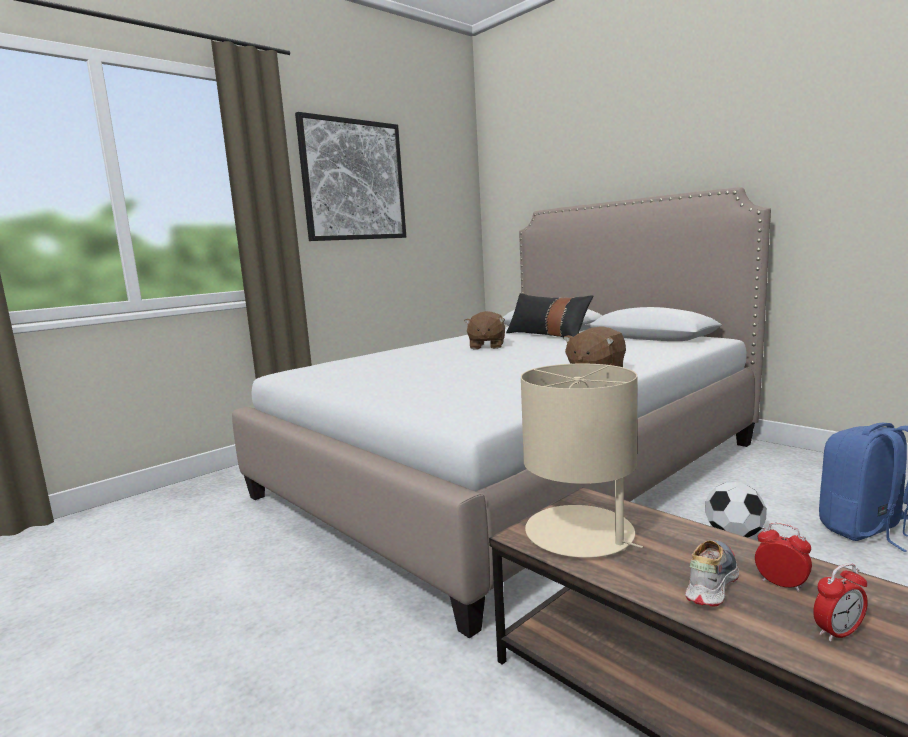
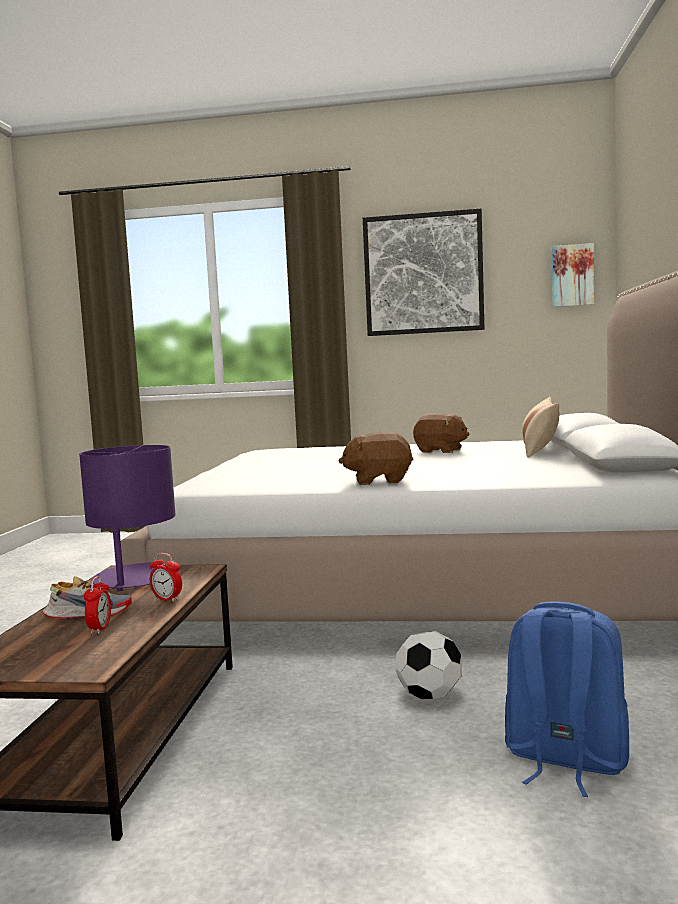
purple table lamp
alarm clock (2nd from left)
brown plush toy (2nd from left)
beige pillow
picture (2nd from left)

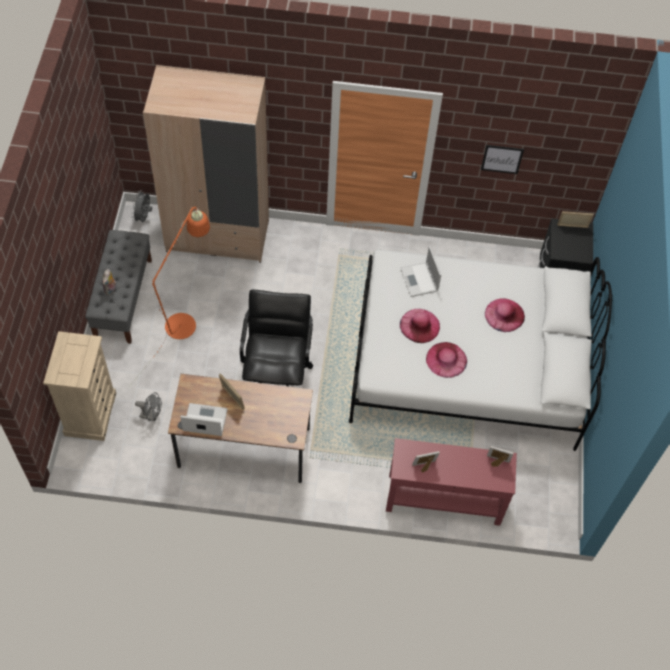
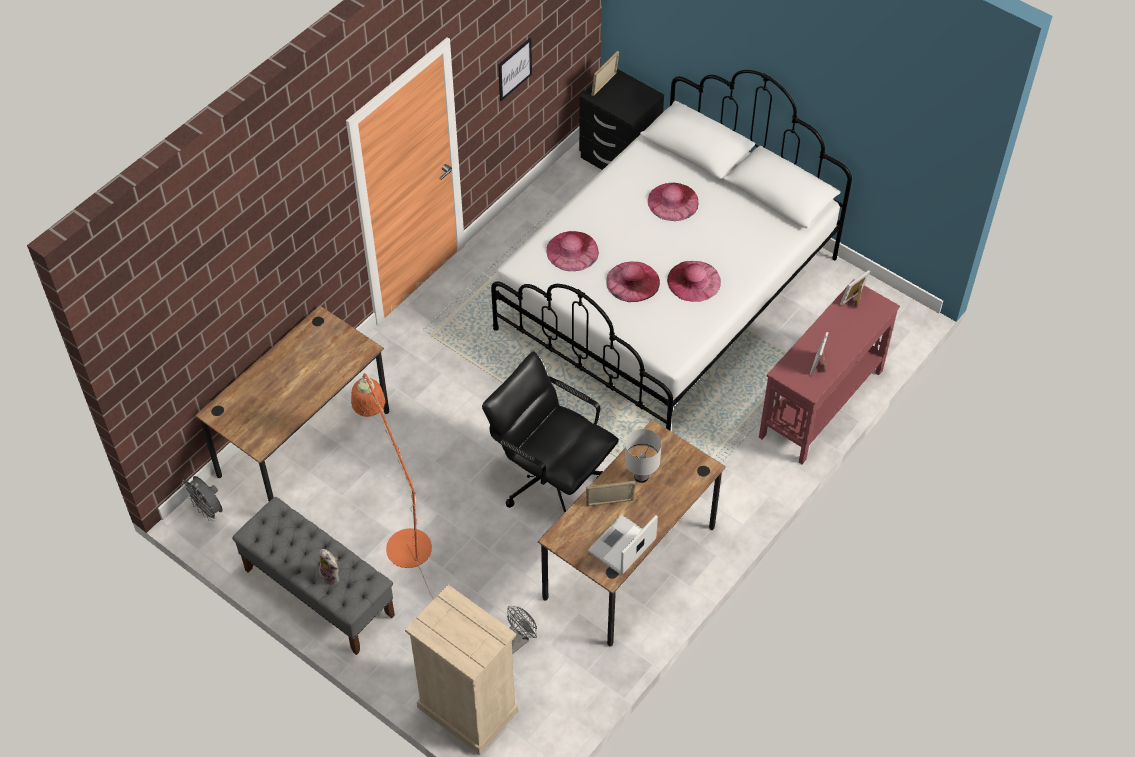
brown desk (1st from left)
pink hat (1st from left)
white table lamp

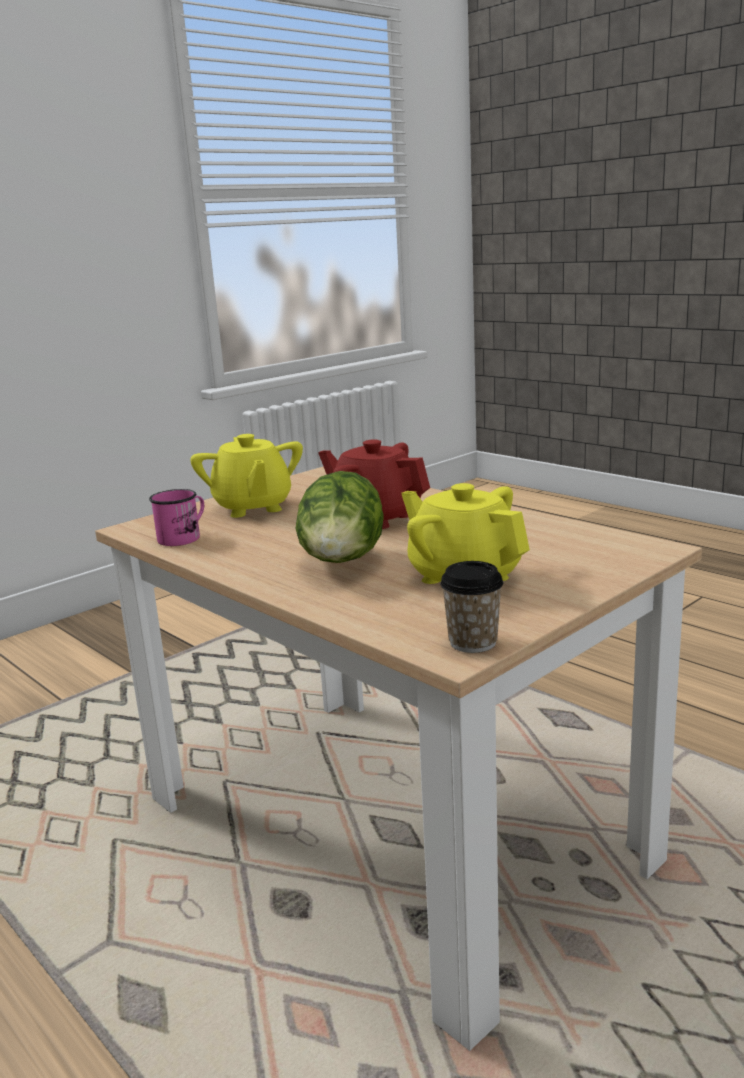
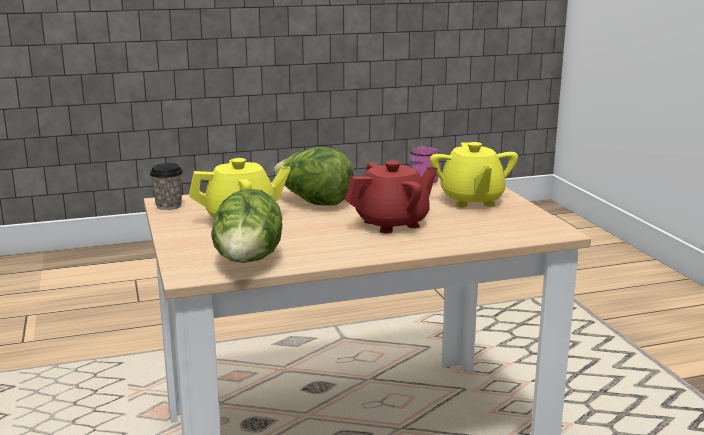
lettuce (1st from left)
yellow teapot (2nd from left)

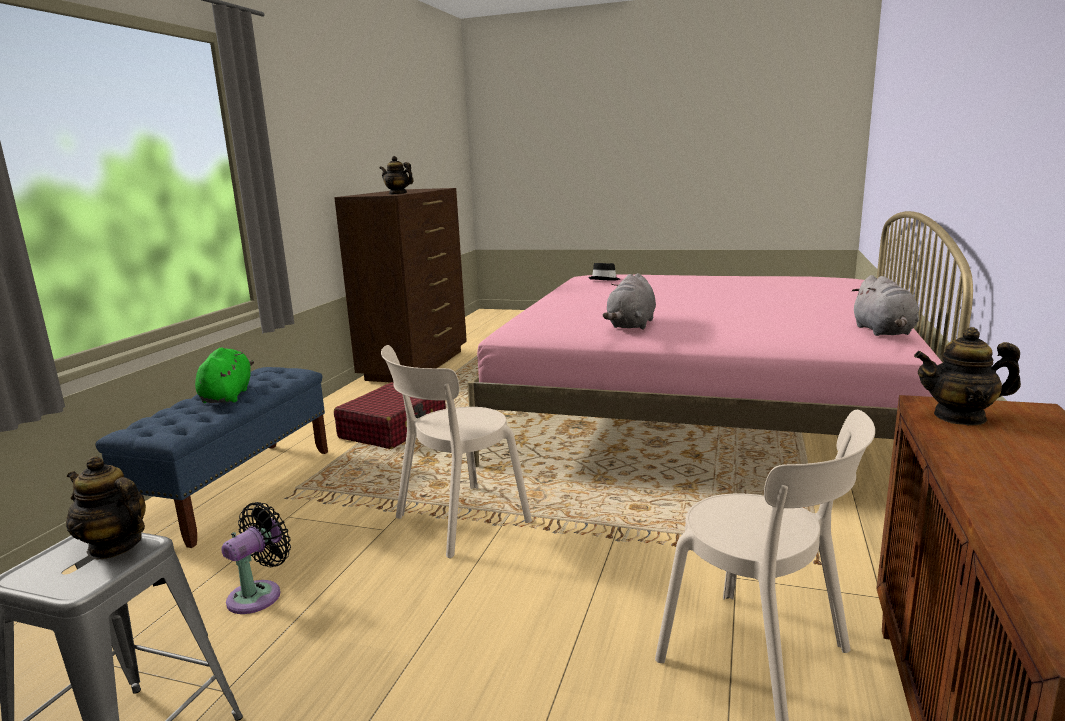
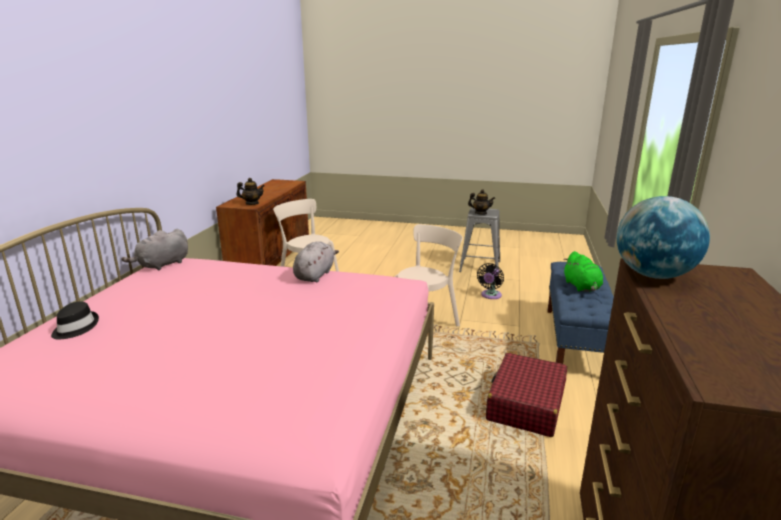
black hat
grey plush toy (1st from left)
globe

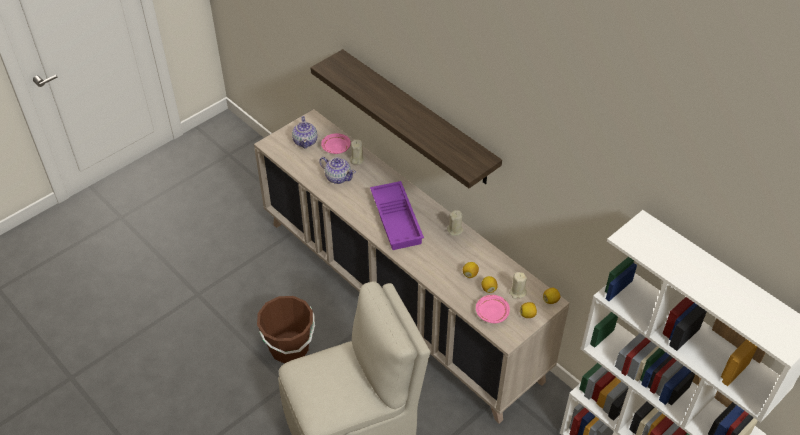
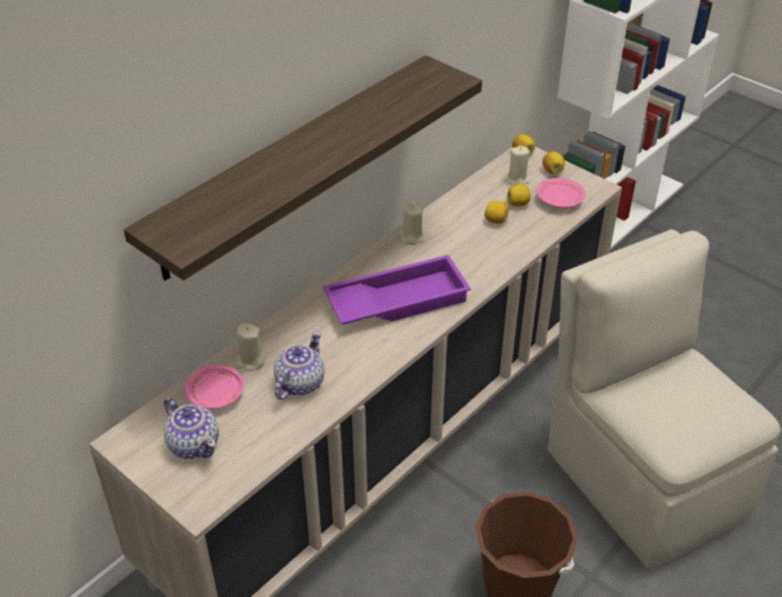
teapot (1st from left)

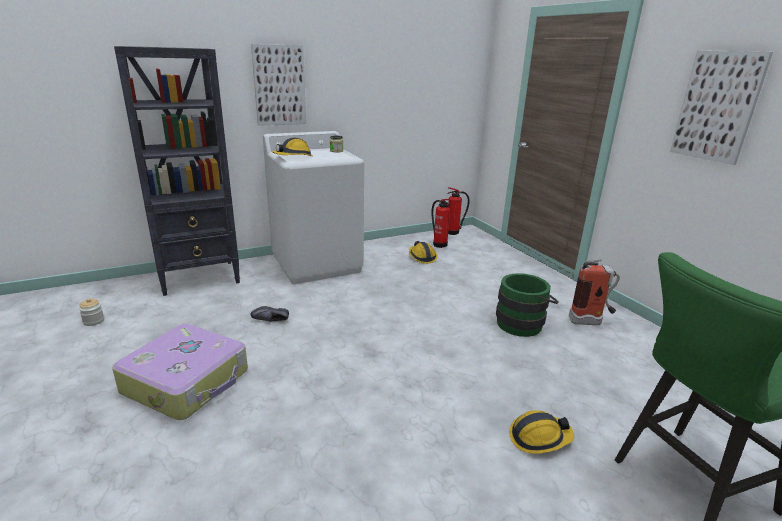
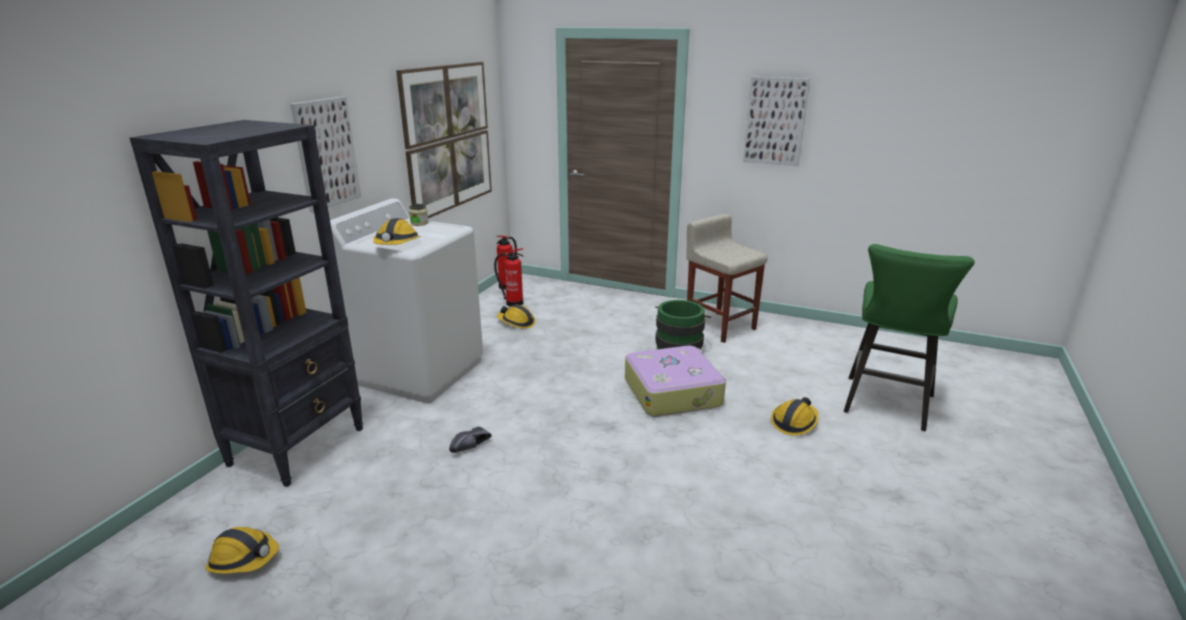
hard hat (1st from left)
picture (2nd from left)
suitcase
beige stool

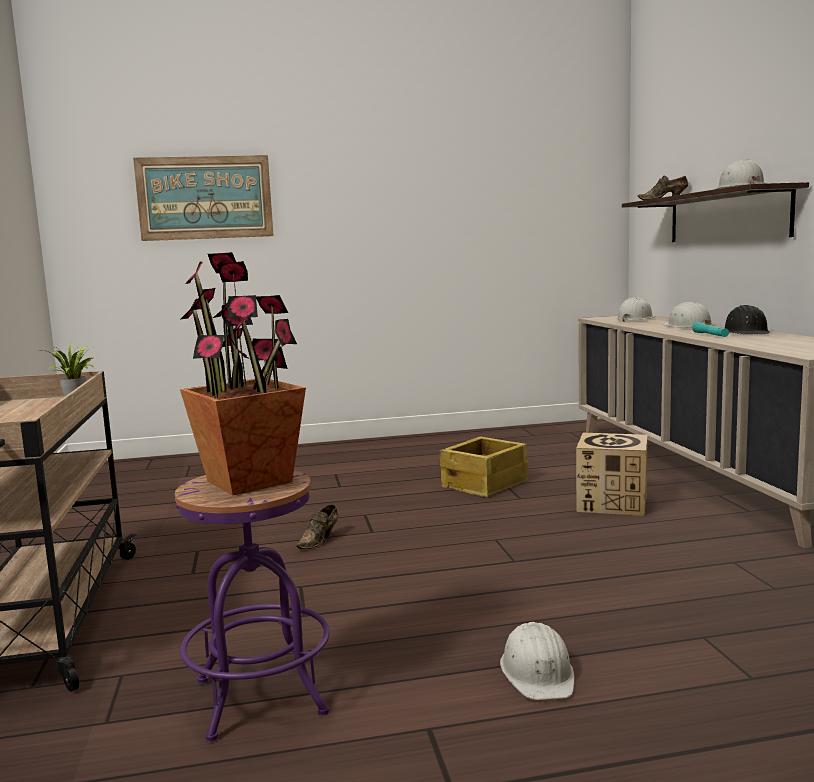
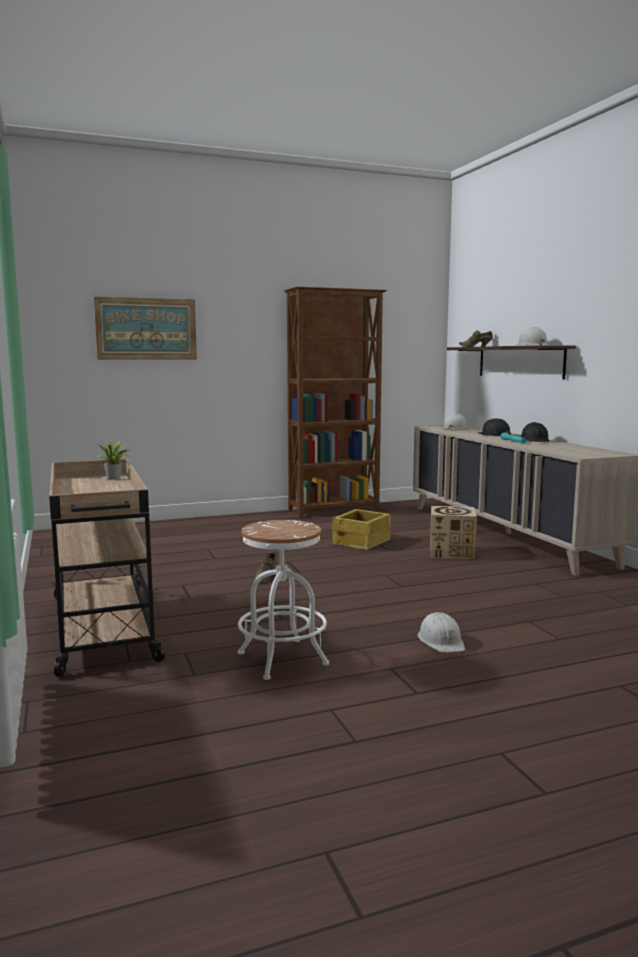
white stool
brown bookcase
black hard hat (1st from left)
potted plant (2nd from left in the first image)

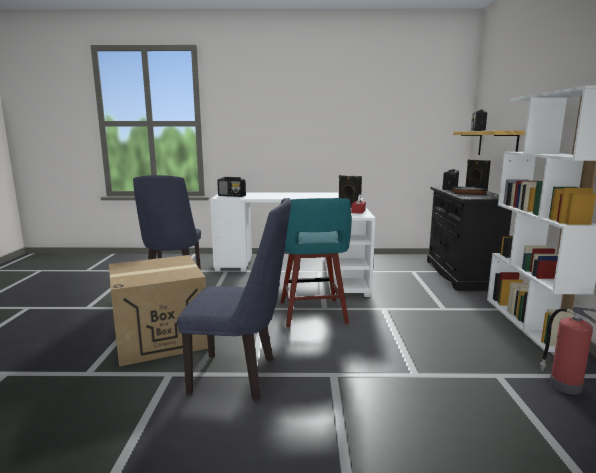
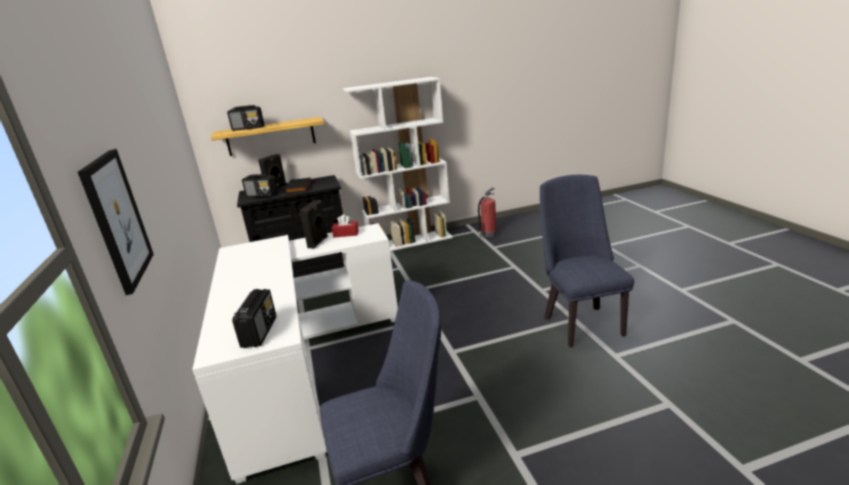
picture
cardboard box
turquoise stool

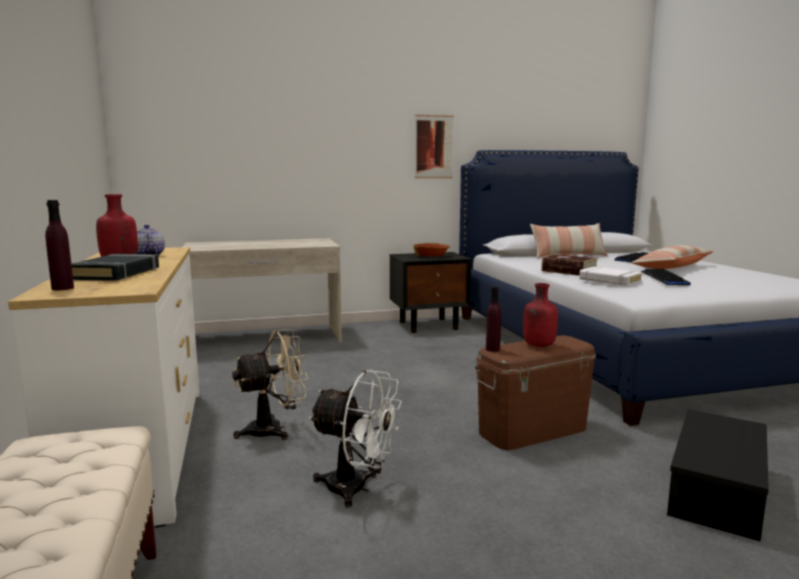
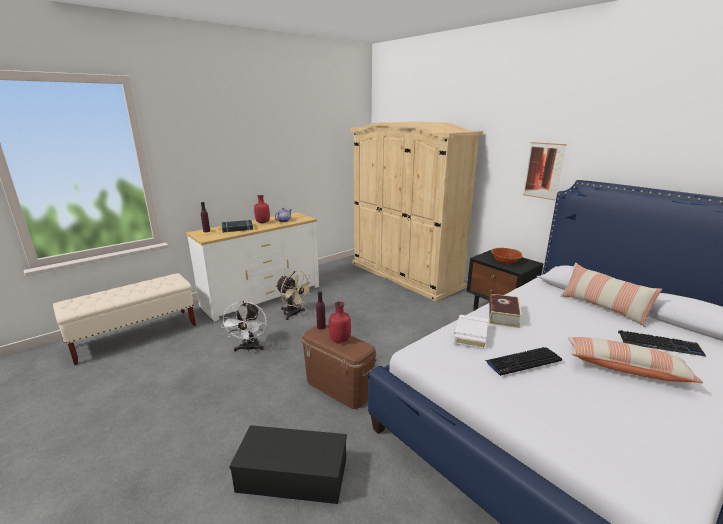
beige wardrobe

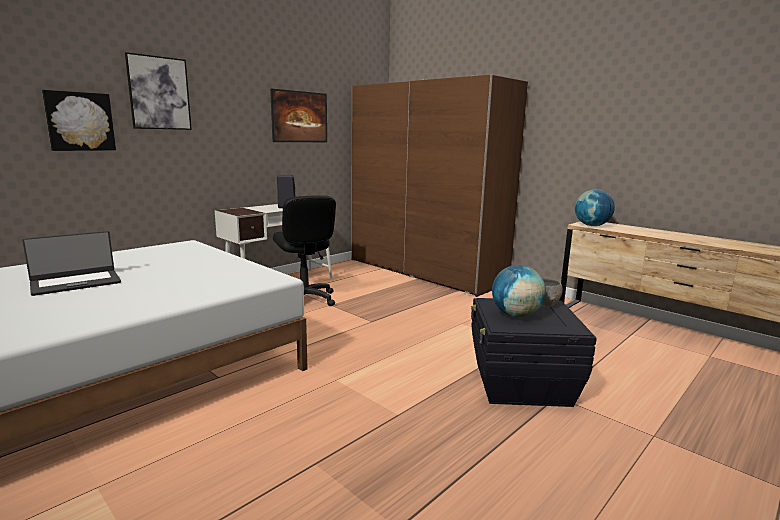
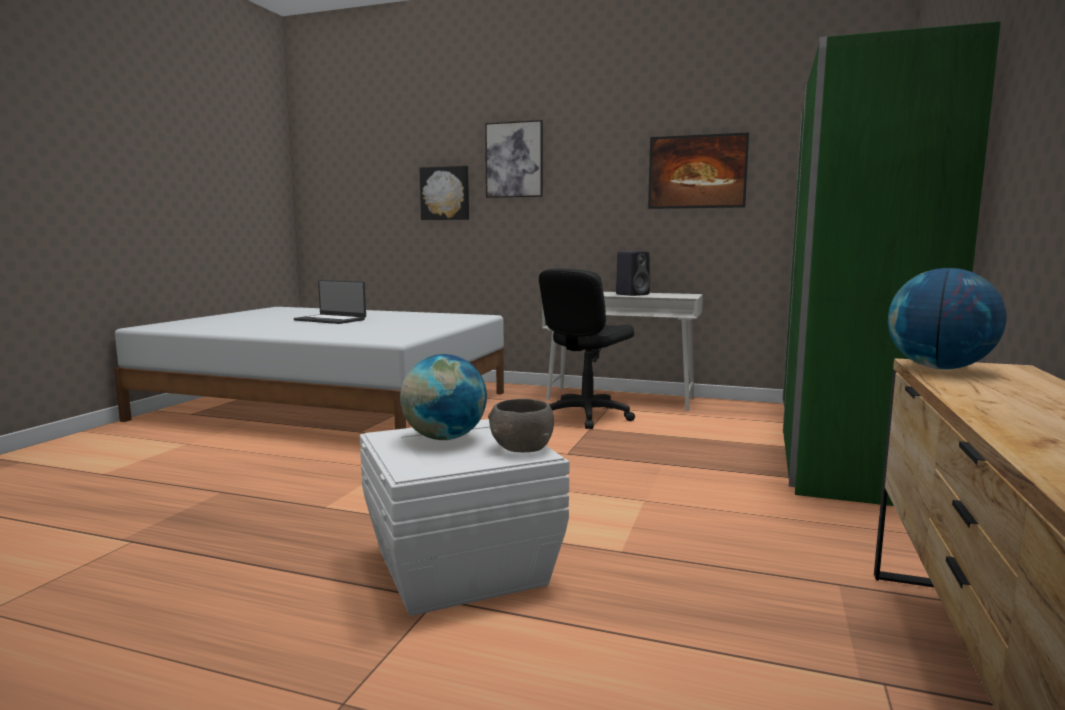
white storage box
green wardrobe

